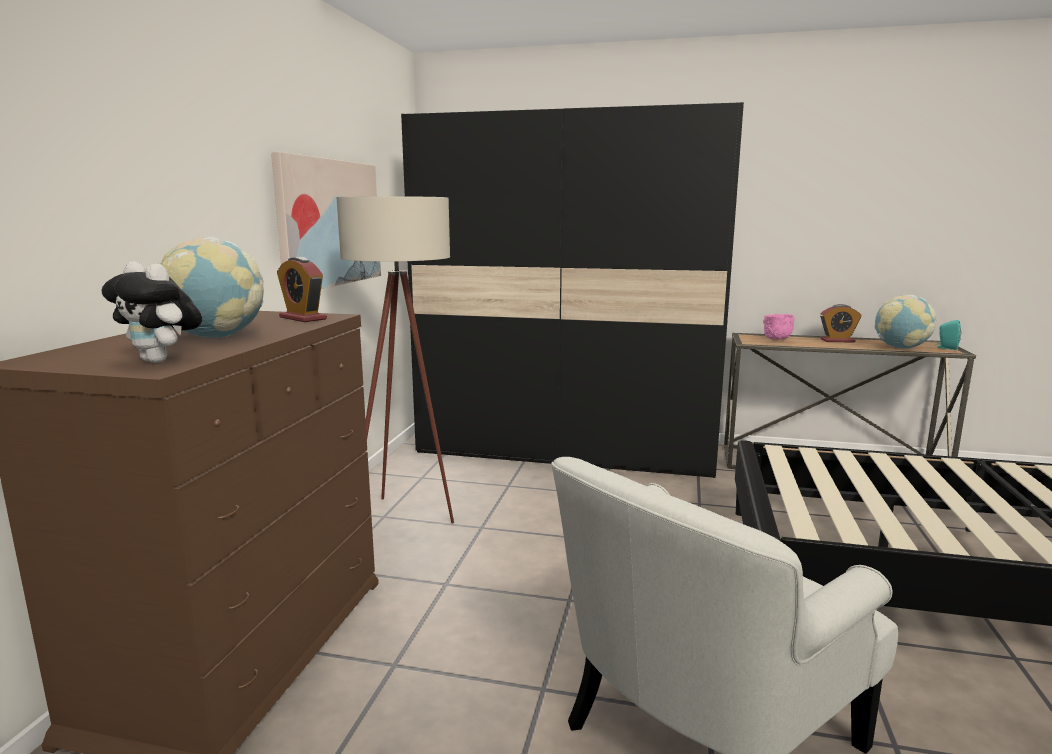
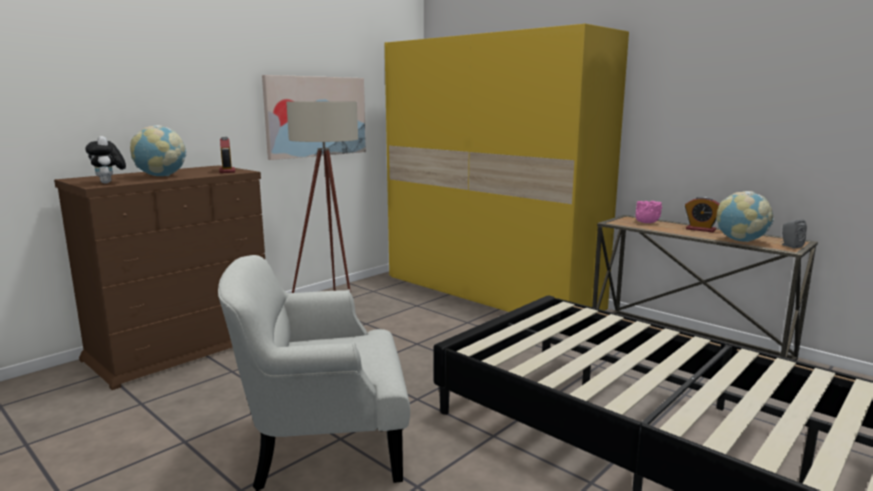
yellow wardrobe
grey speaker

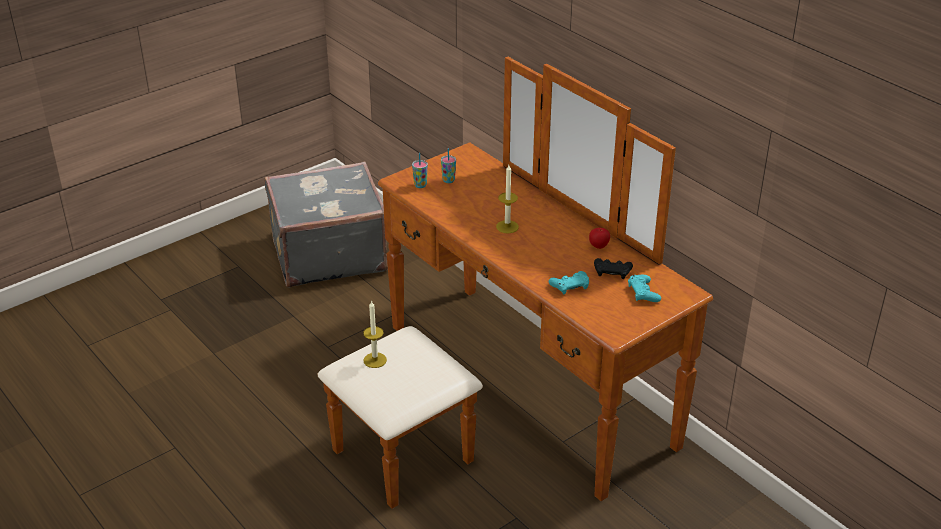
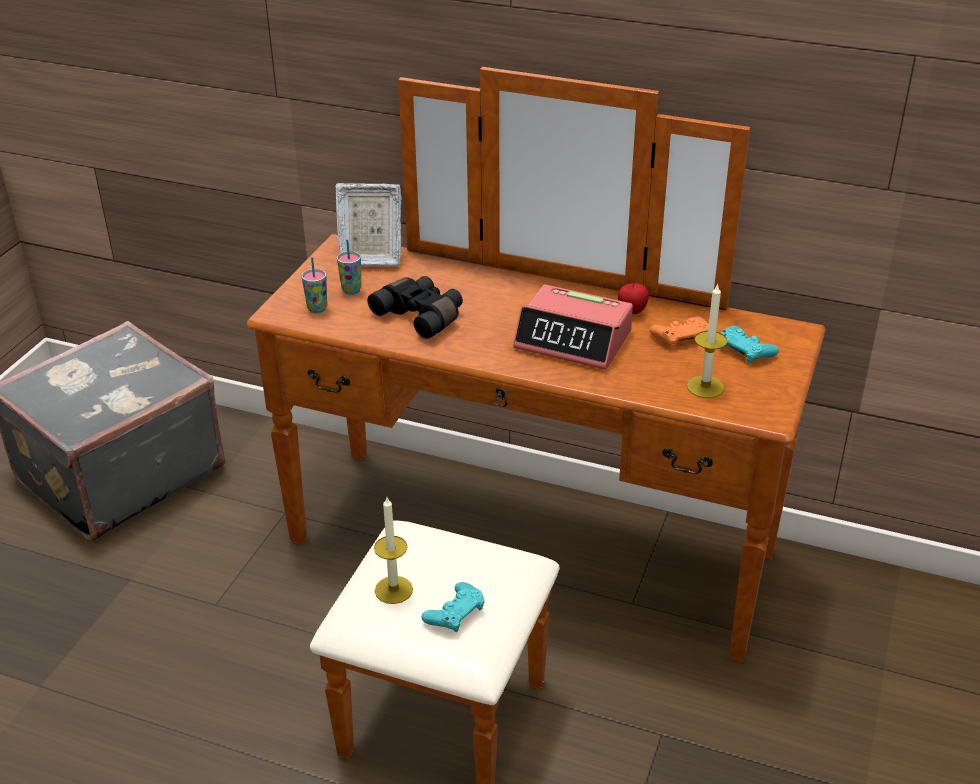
picture frame
black binoculars
turquoise game controller (1st from left)
alarm clock
orange game controller
candle (2nd from left)

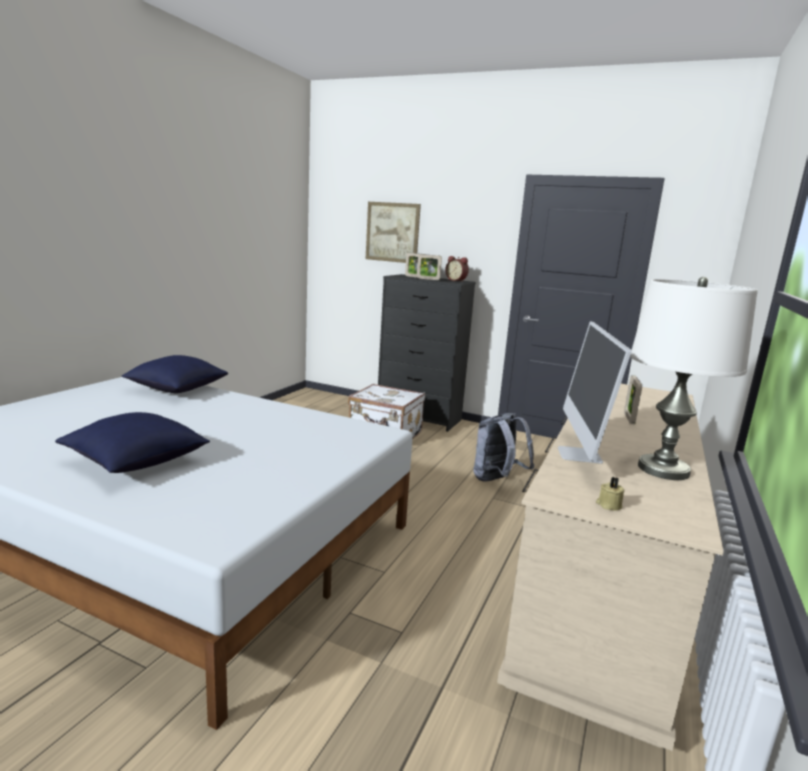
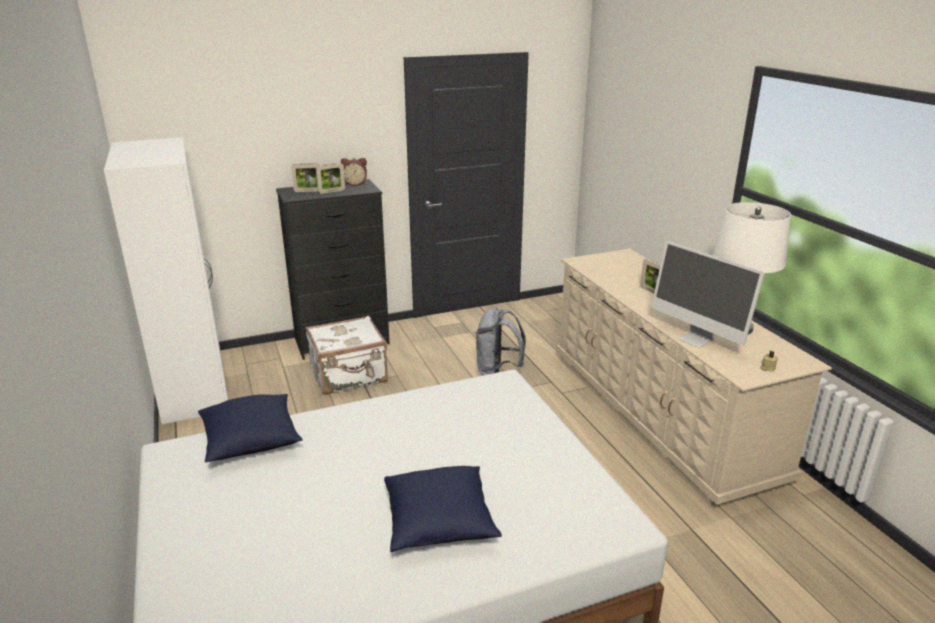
white wardrobe
picture

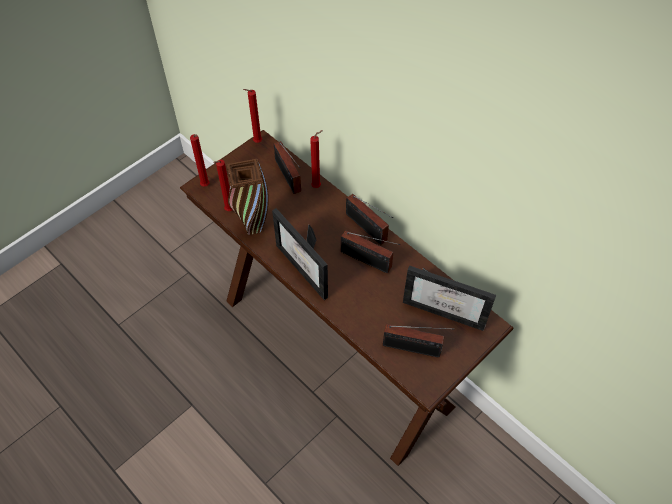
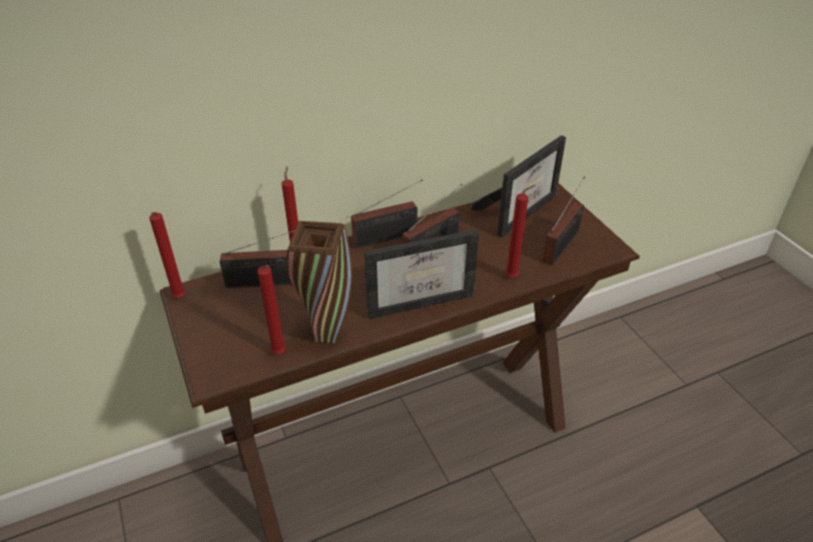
red candle (4th from left)

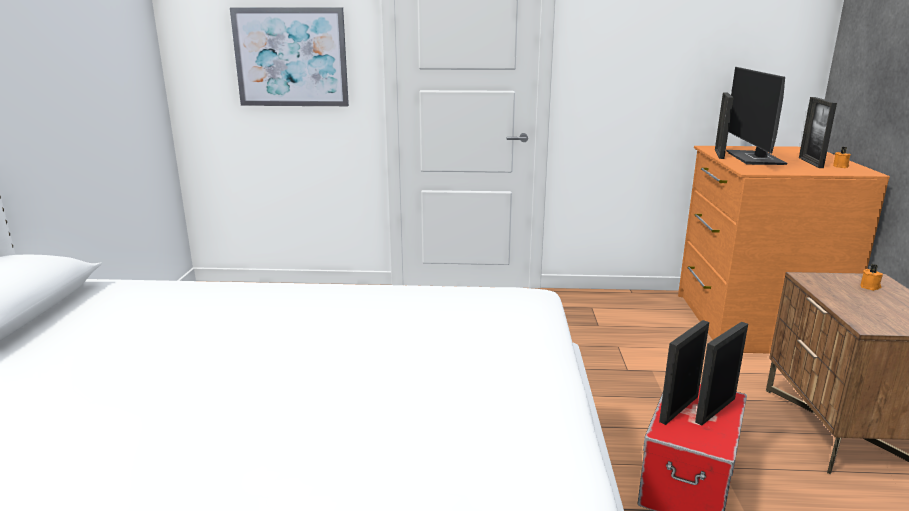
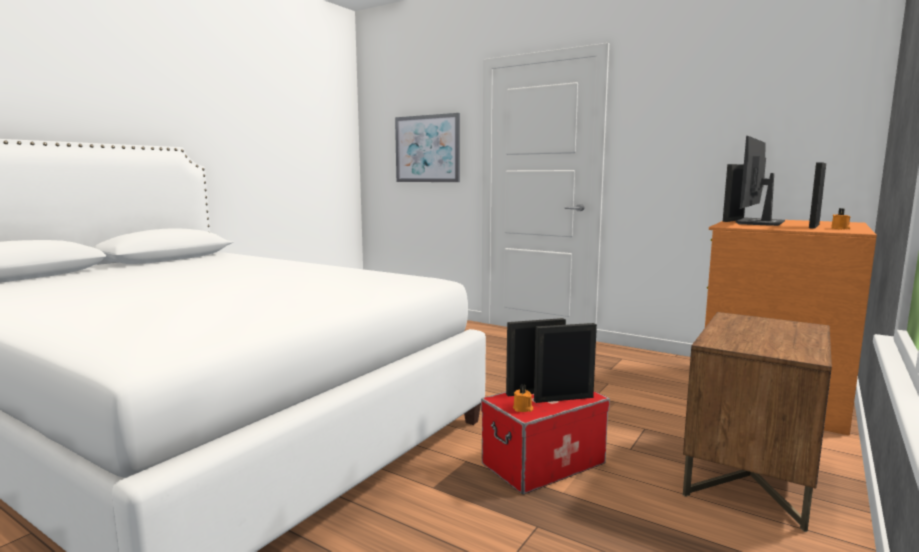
orange candle (1st from left)

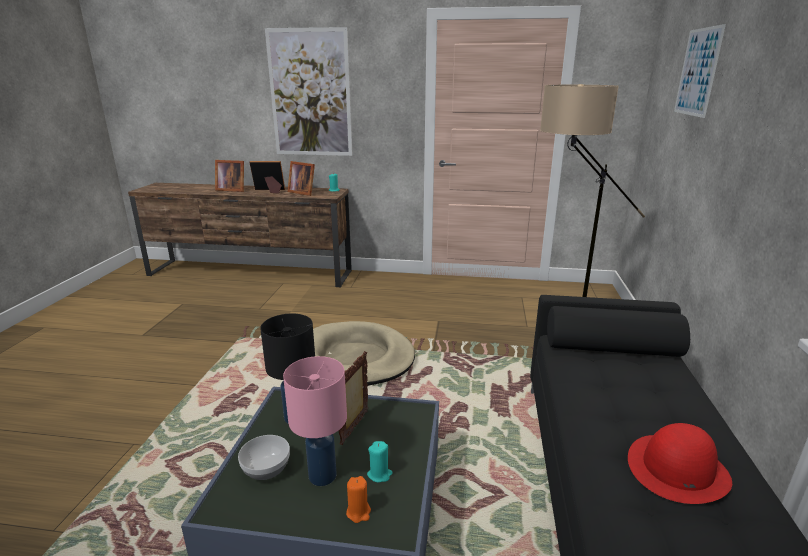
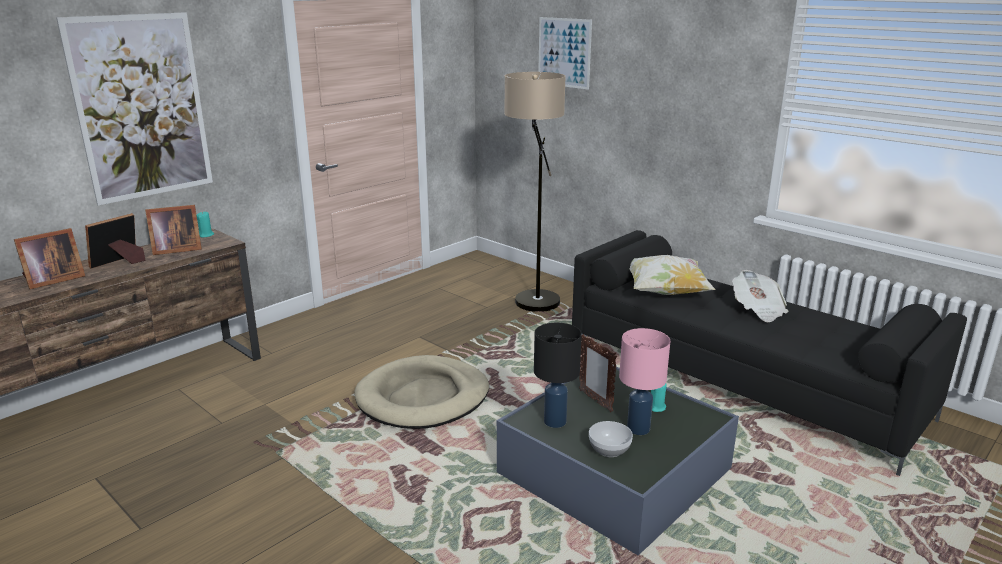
pillow
newspaper
orange candle

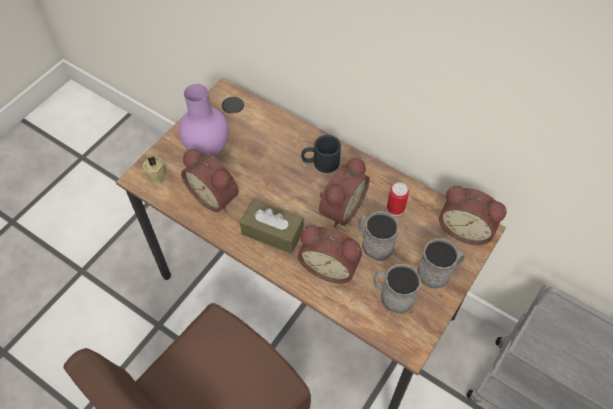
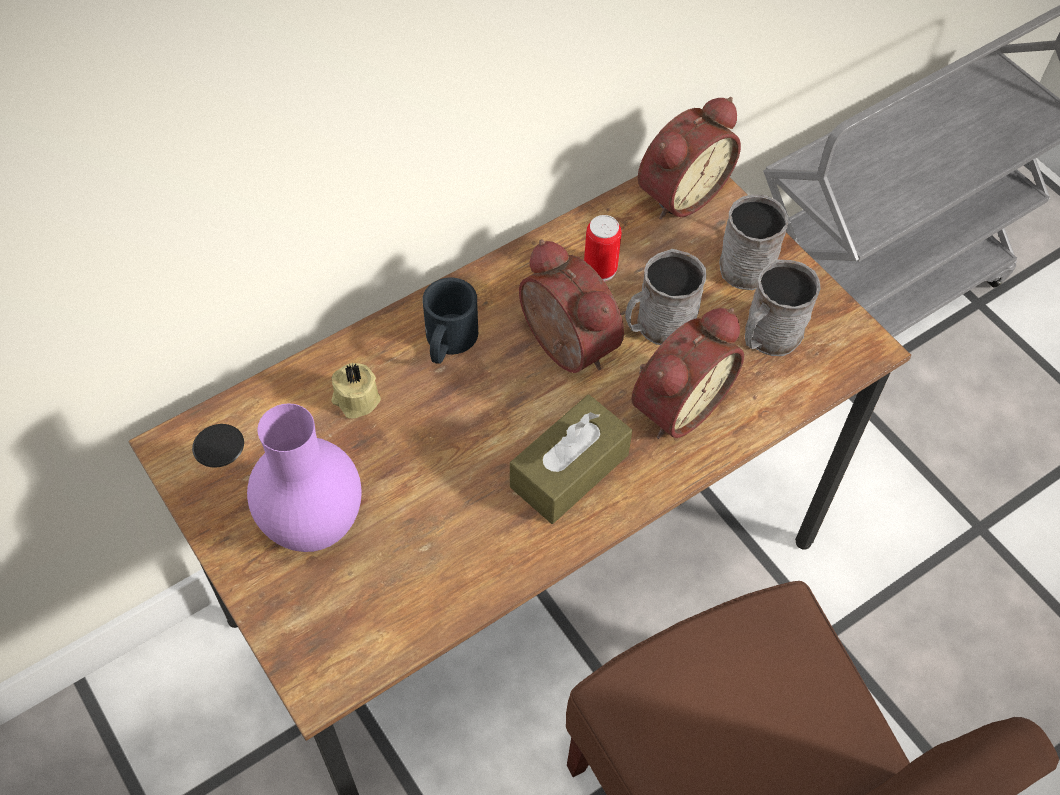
beige candle
alarm clock (1st from left in the first image)

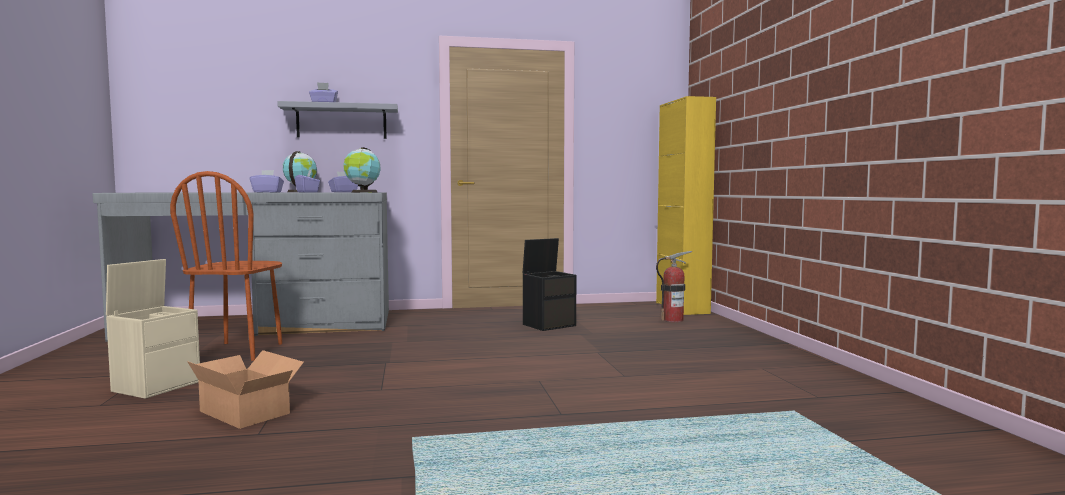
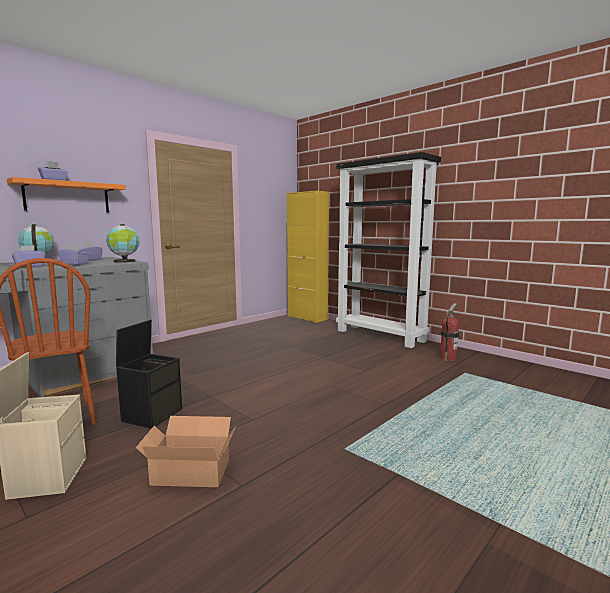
orange shelf
black storage box
black bookcase
fire extinguisher

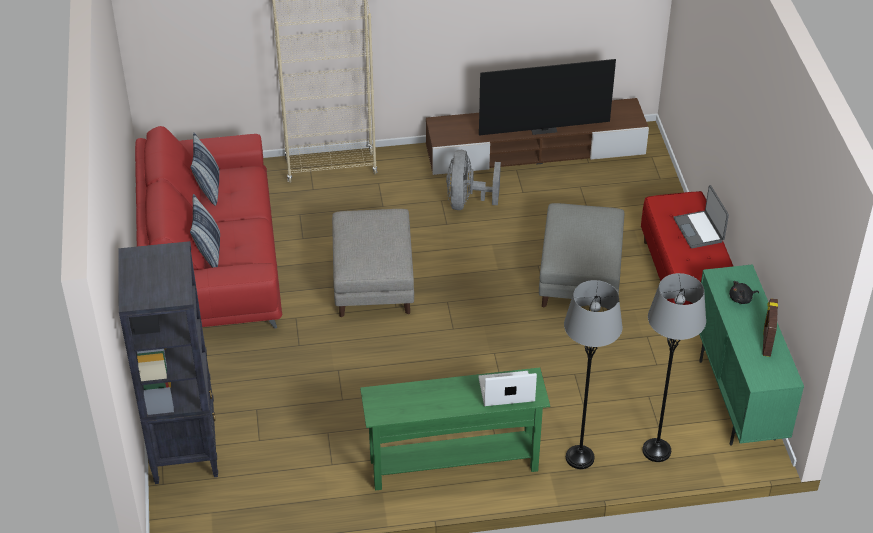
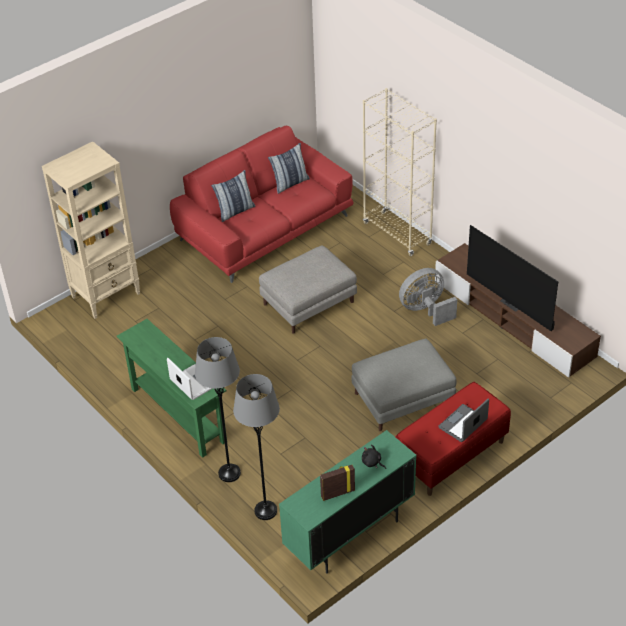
beige bookcase (1st from left)

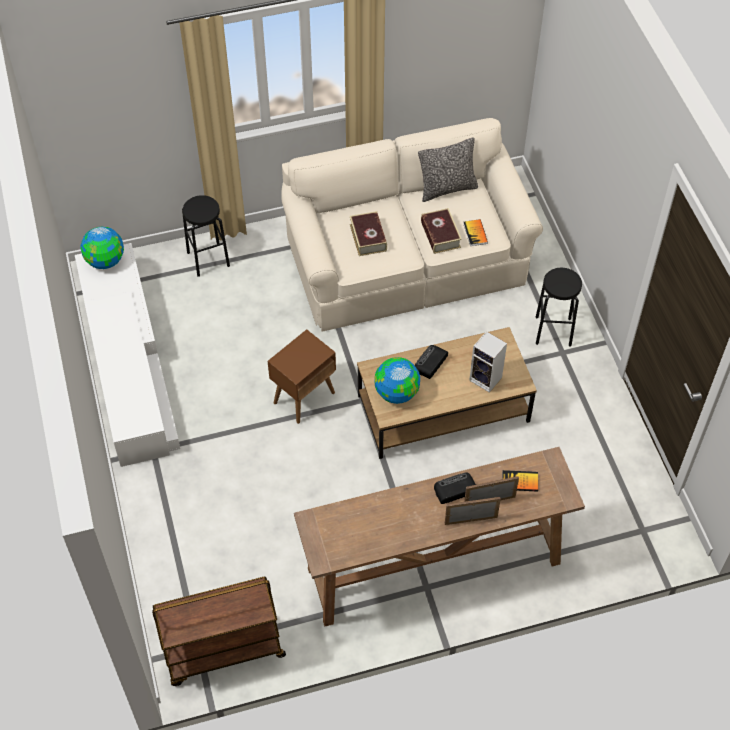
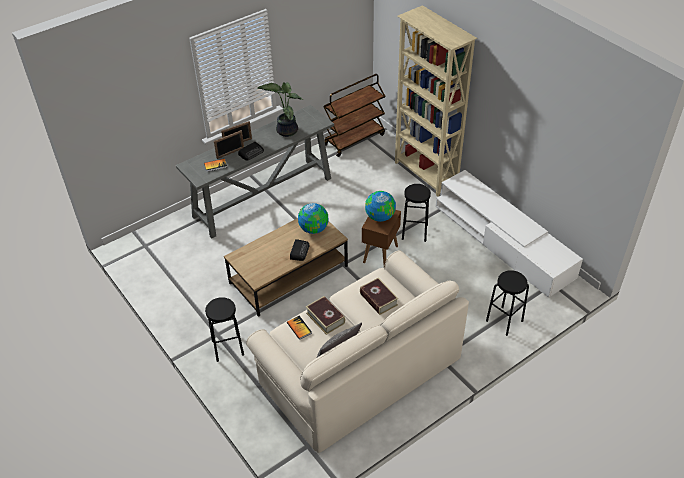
grey console table
potted plant
globe (2nd from left)
beige bookcase
black stool (2nd from left)
speaker

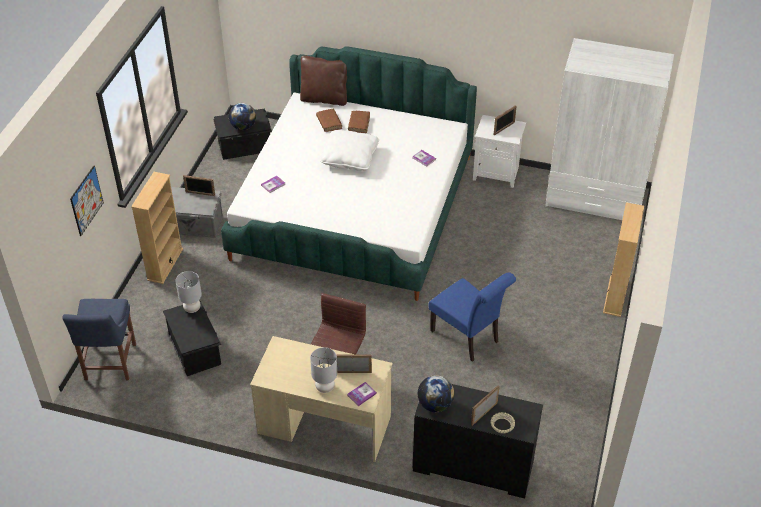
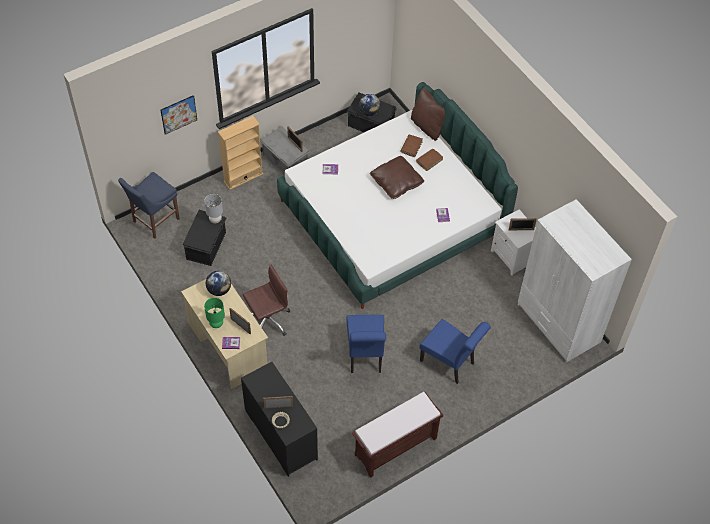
green table lamp
globe (1st from left)
brown bench
brown pillow (1st from left)
blue chair (3rd from left)
beige bookcase (2nd from left in the first image)

